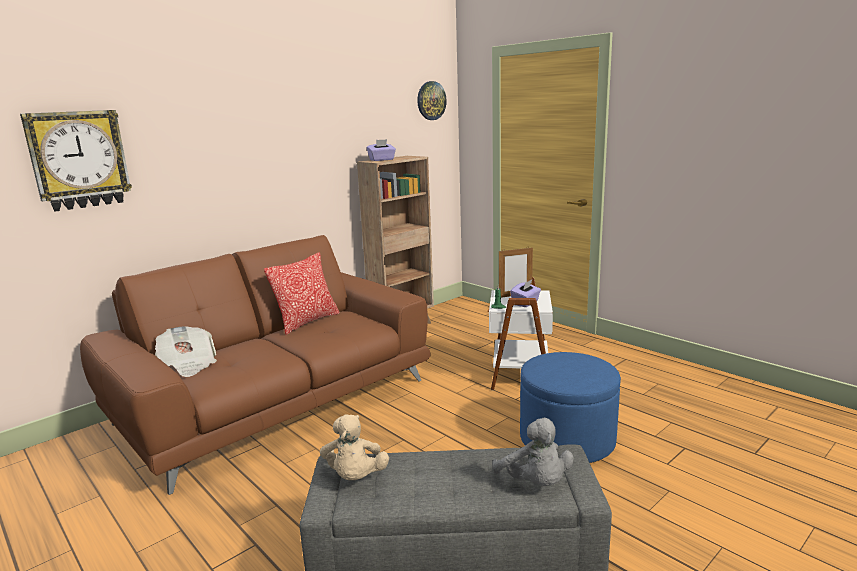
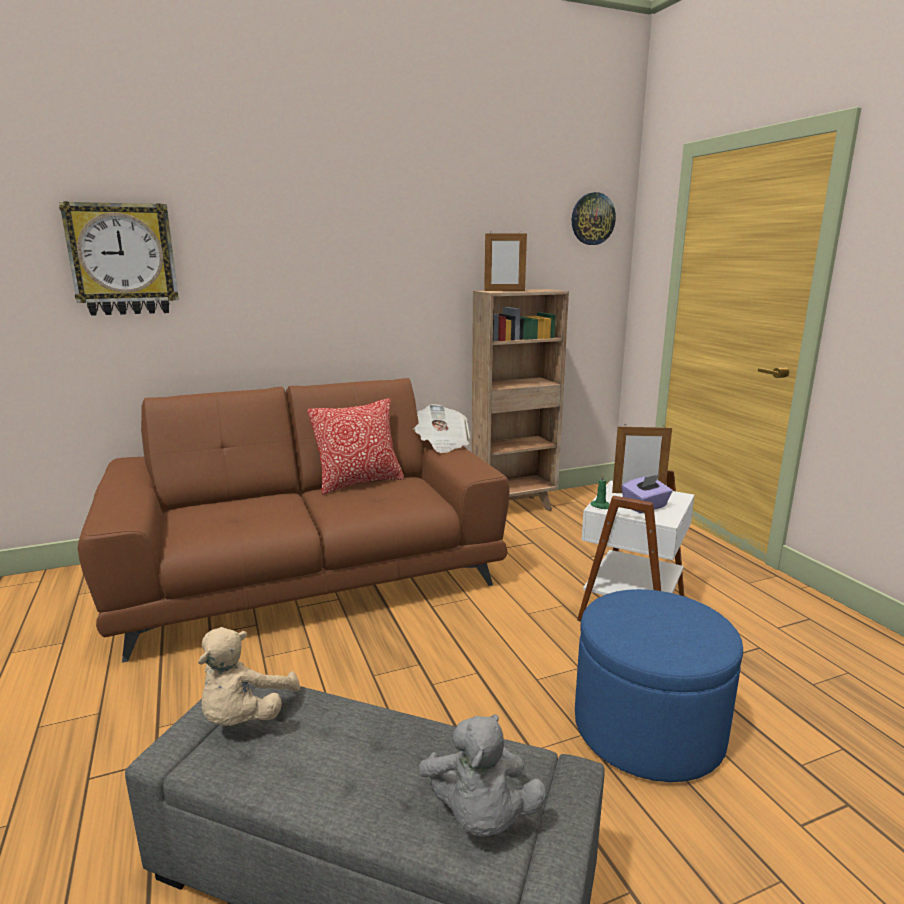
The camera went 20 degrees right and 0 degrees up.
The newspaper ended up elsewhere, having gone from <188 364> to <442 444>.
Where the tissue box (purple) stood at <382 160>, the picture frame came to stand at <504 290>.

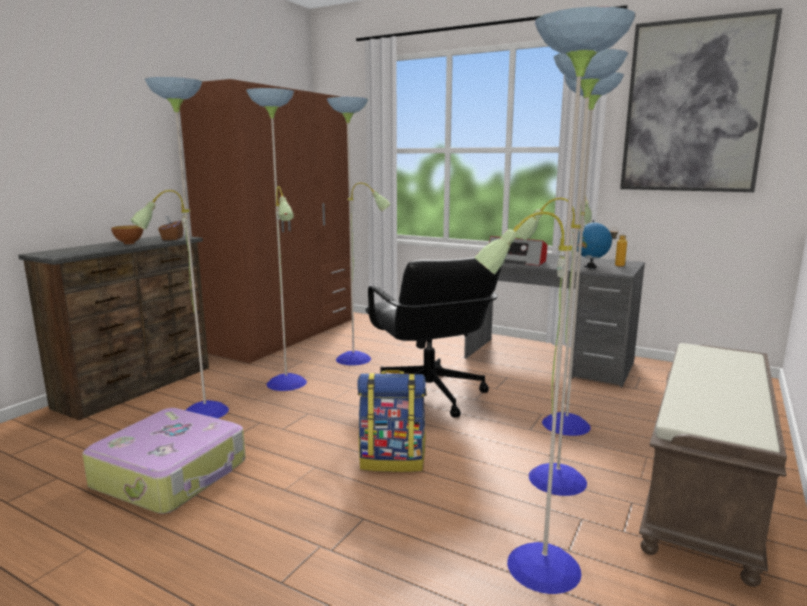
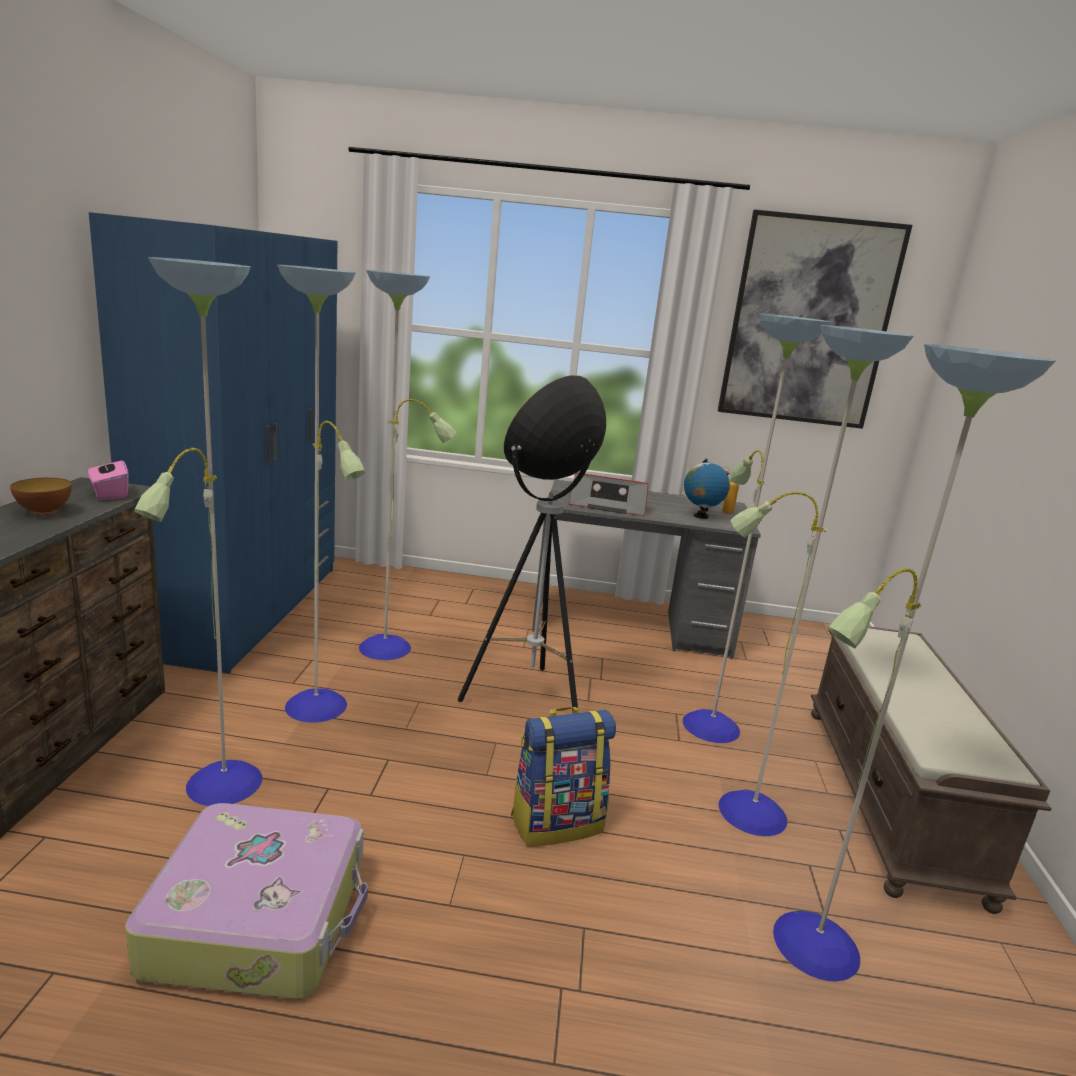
The camera went 25 degrees left and 5 degrees up.
What was the tissue box (brown) at <172 238> turned into the tissue box (pink) at <109 494>.
What was the wardrobe (brown) at <285 334> turned into the wardrobe (blue) at <247 608>.
Where the office chair (black) stood at <428 395>, the floor lamp came to stand at <528 702>.

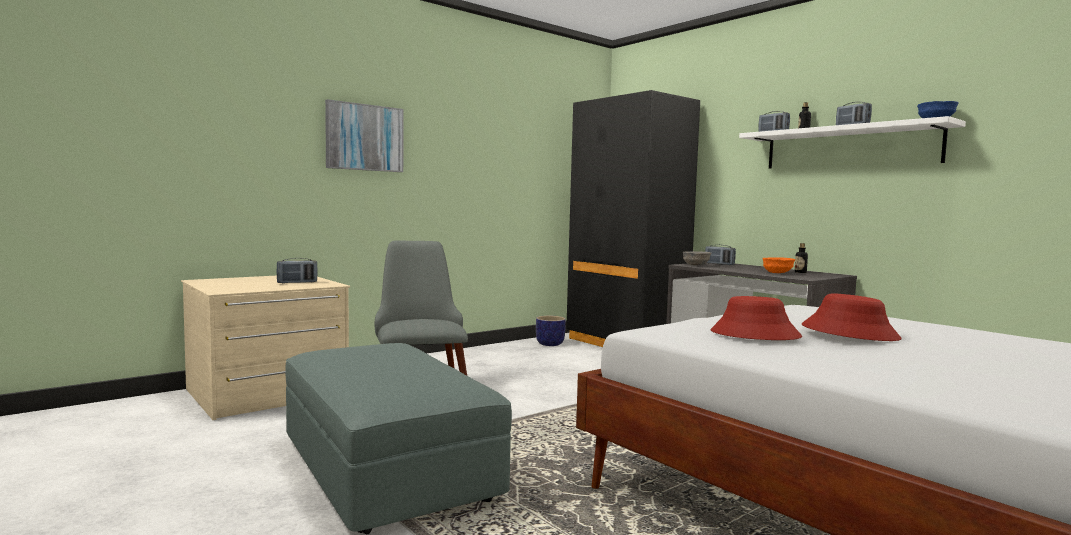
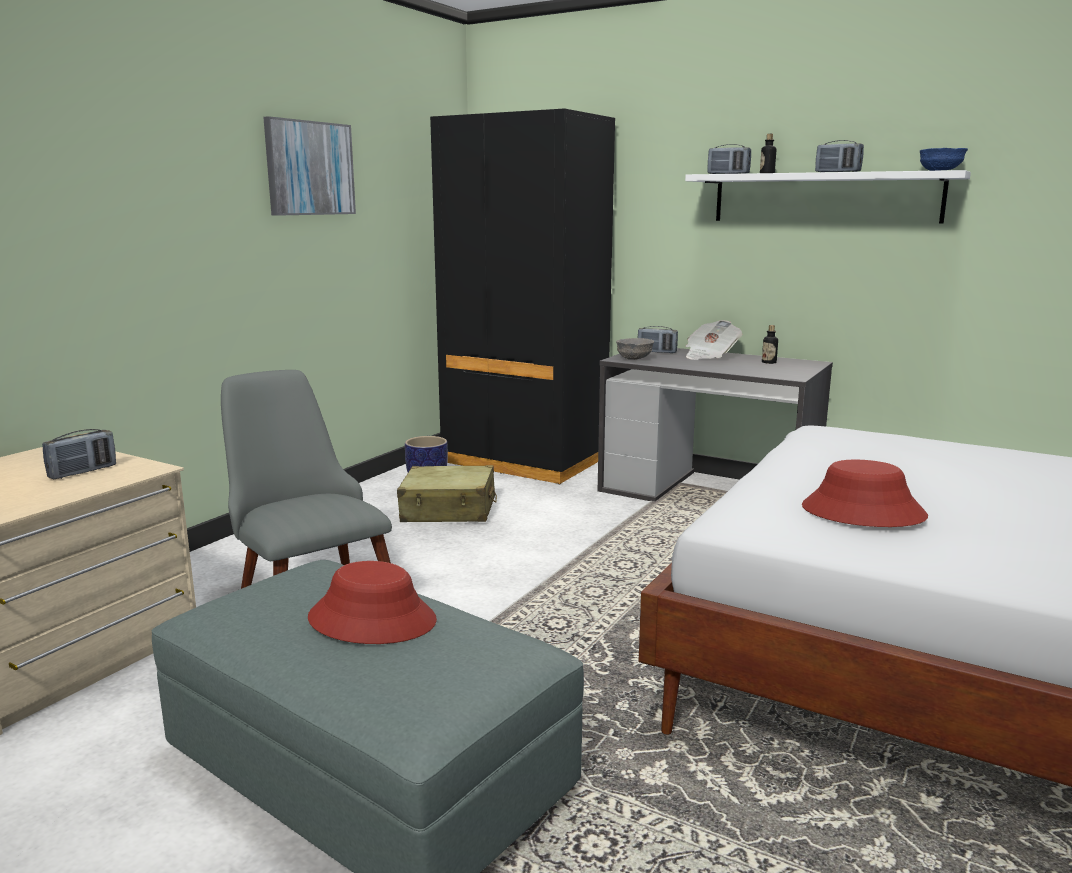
The camera went 20 degrees left and 10 degrees up.
The picture ended up elsewhere, having gone from <364 137> to <310 168>.
The hat (red) ended up elsewhere, having gone from <849 333> to <372 620>.
The second view gained the suitcase (beige) at <449 510>.
The second view gained the newspaper at <710 356>.
The second view lost the bowl (orange) at <778 273>.

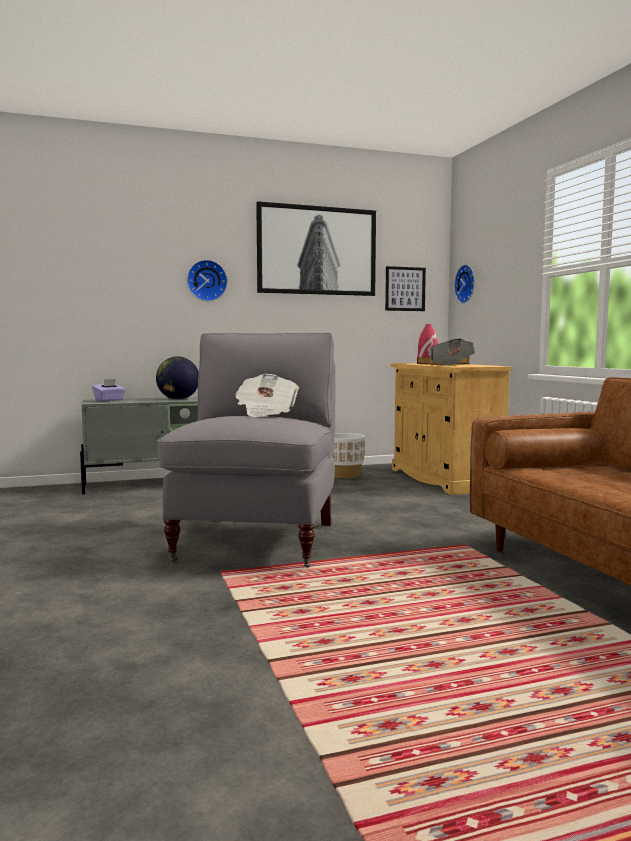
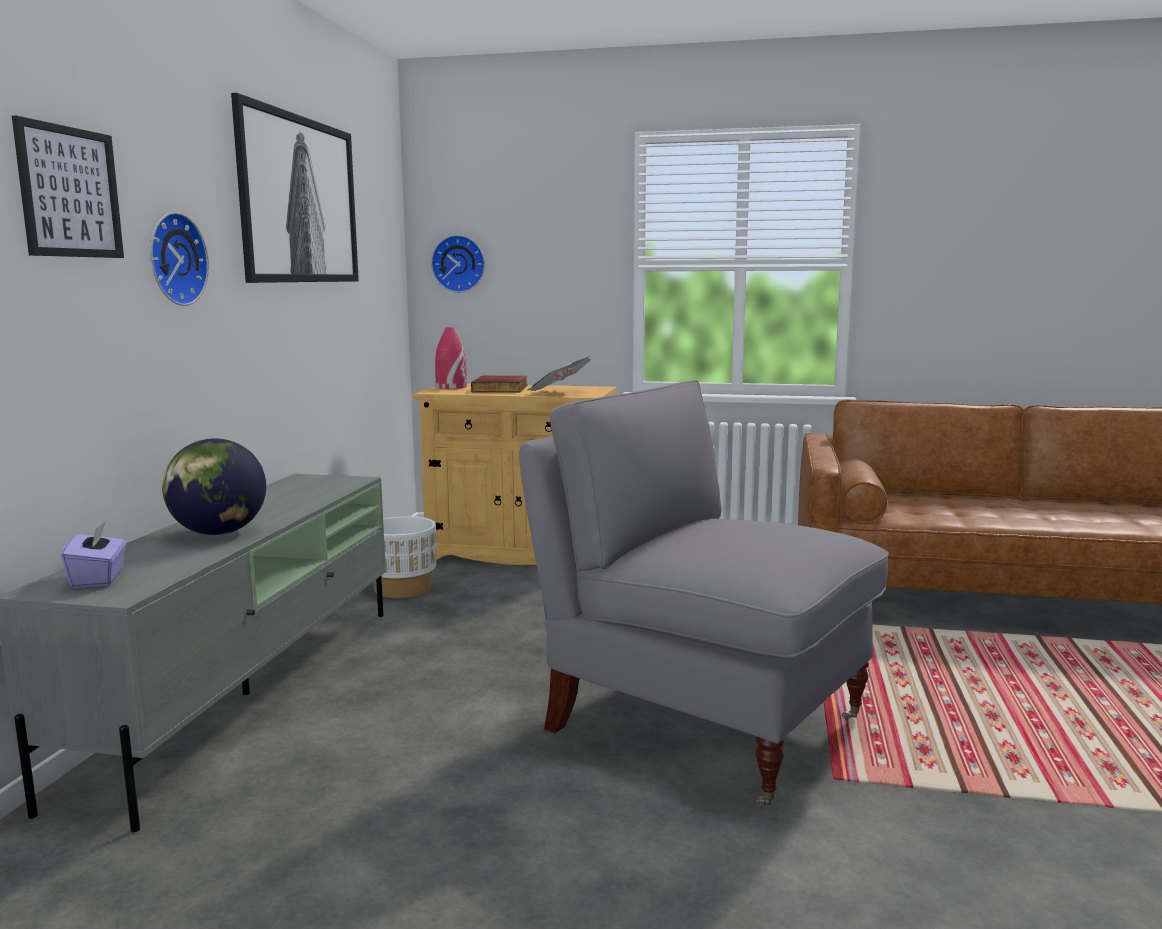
The camera went 60 degrees left and 5 degrees up.
The picture ended up elsewhere, having gone from <405 289> to <70 192>.
The second view lost the newspaper at <266 413>.

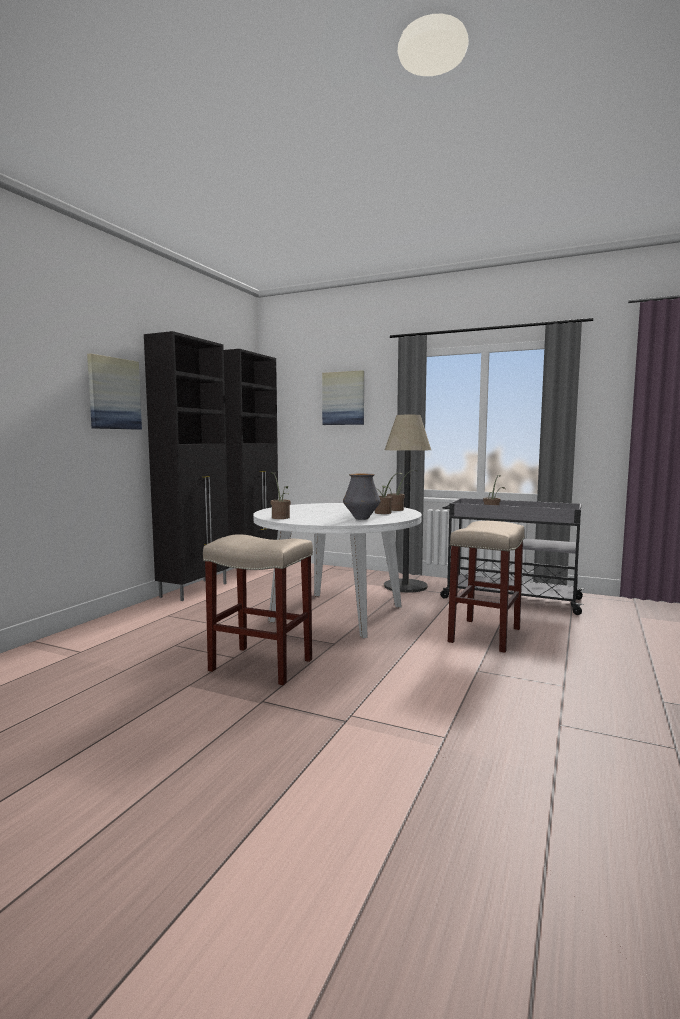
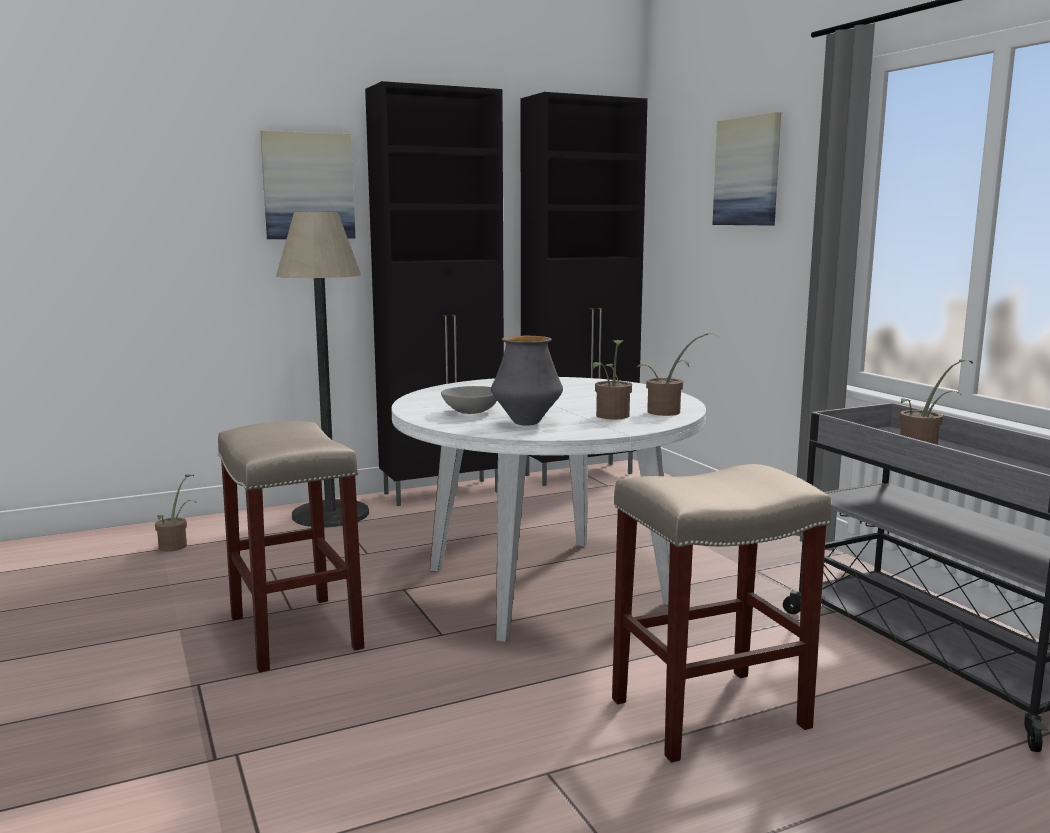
The camera went 40 degrees right and 5 degrees up.
The potted plant ended up elsewhere, having gone from <280 517> to <176 545>.
The floor lamp ended up elsewhere, having gone from <405 586> to <330 514>.
The second view gained the bowl (grey) at <471 412>.

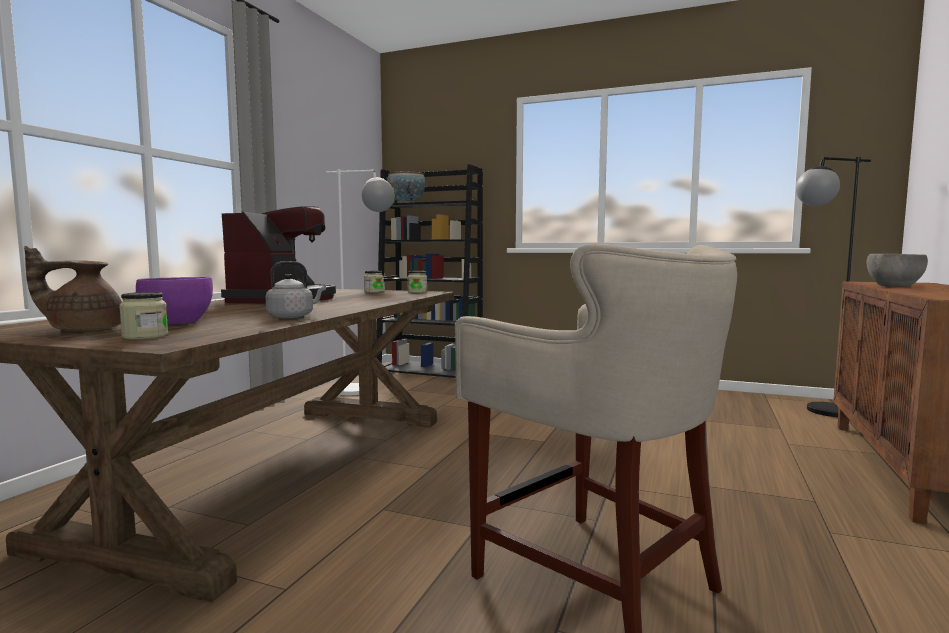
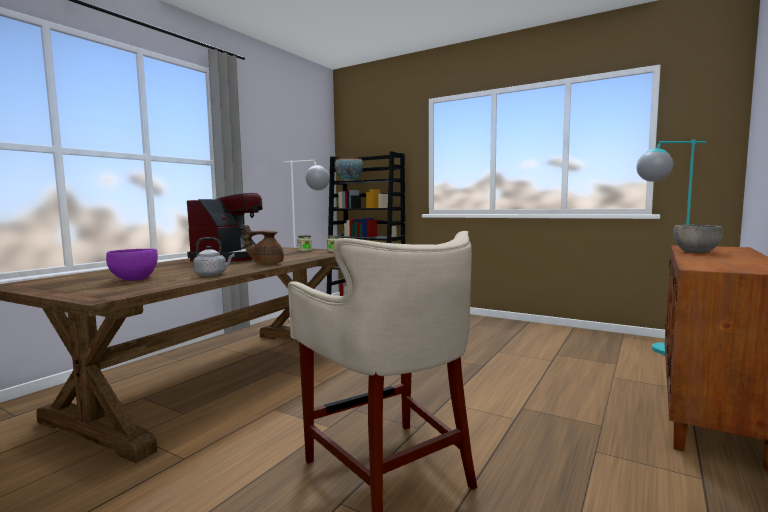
The camera went 10 degrees right and 0 degrees up.
The teapot (brown) ended up elsewhere, having gone from <84 330> to <266 264>.
What was the floor lamp (black) at <818 412> turned into the floor lamp (turquoise) at <660 352>.
The second view lost the jar at <145 336>.

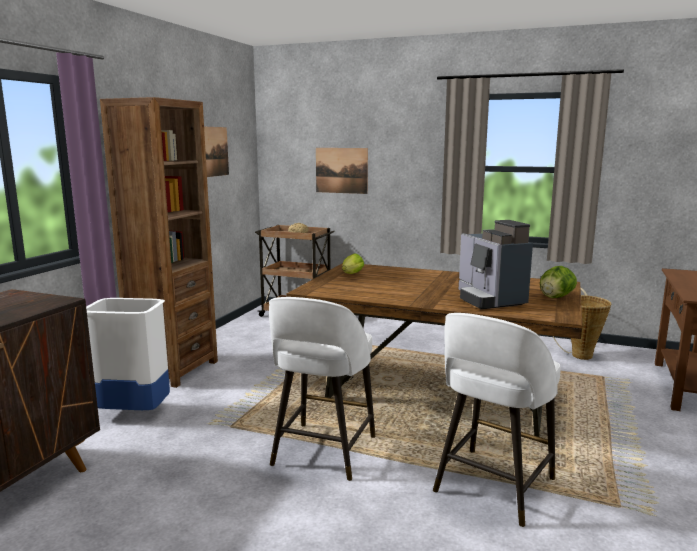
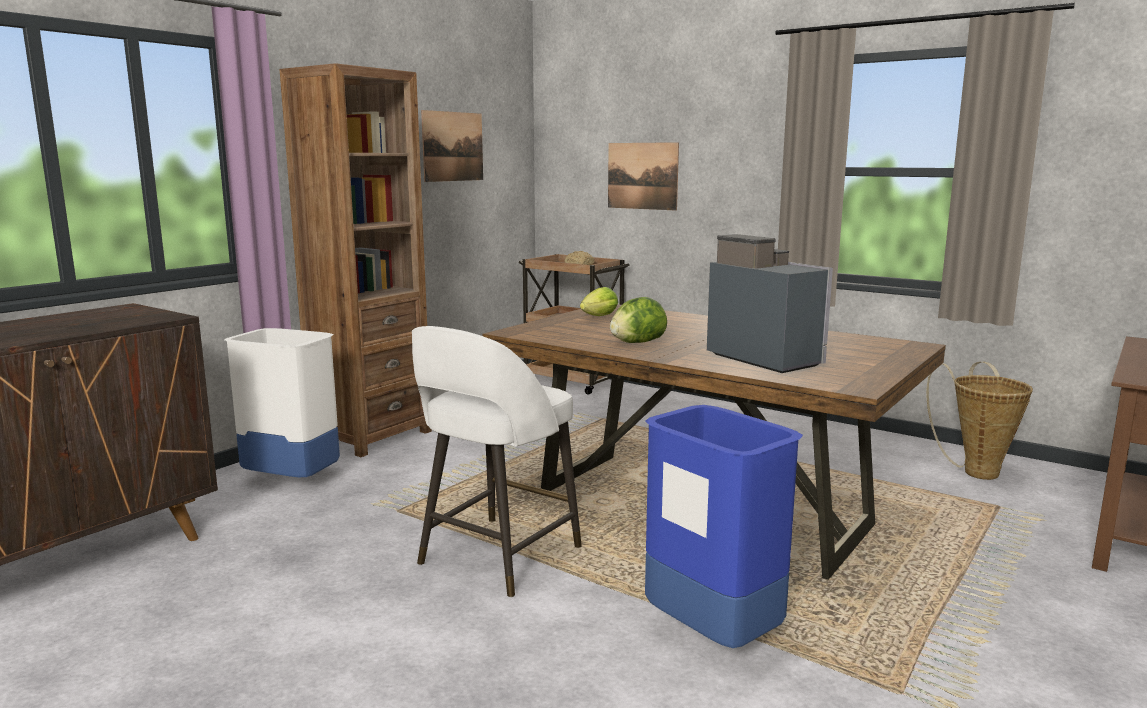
The camera went 15 degrees right and 0 degrees up.
The lettuce ended up elsewhere, having gone from <555 297> to <637 343>.
Where the stool (white) stood at <492 487>, the trash can (blue) came to stand at <711 635>.
The coffee machine at <489 300> ended up facing another way, 150 degrees clockwise from before.

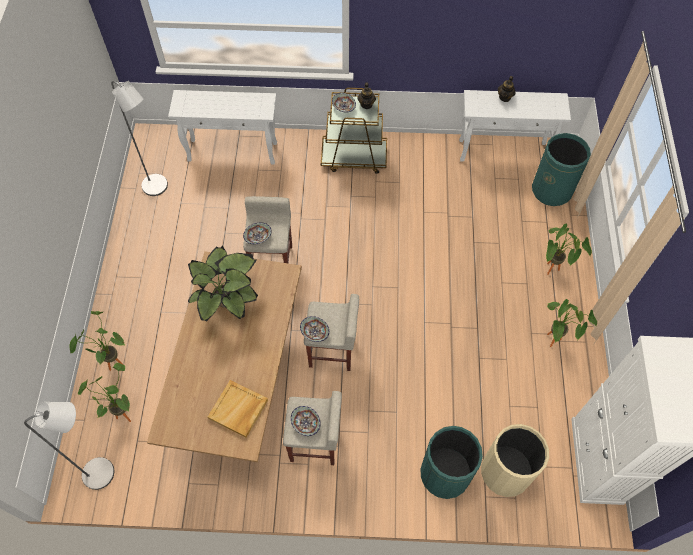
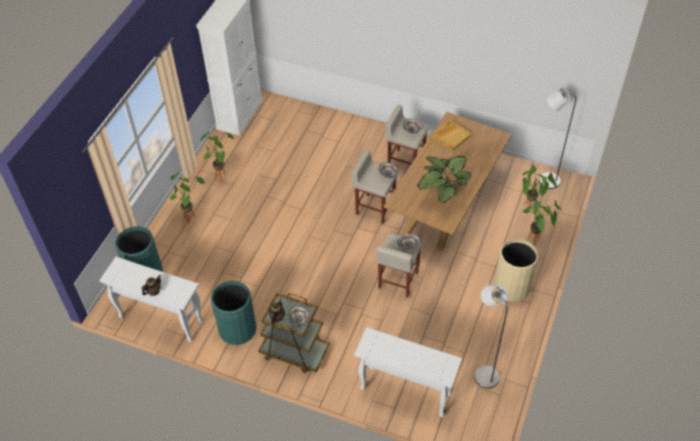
The camera went 160 degrees left and 10 degrees down.
The trash can (green) ended up elsewhere, having gone from <444 474> to <237 329>.
The trash can (beige) ended up elsewhere, having gone from <505 472> to <511 287>.

